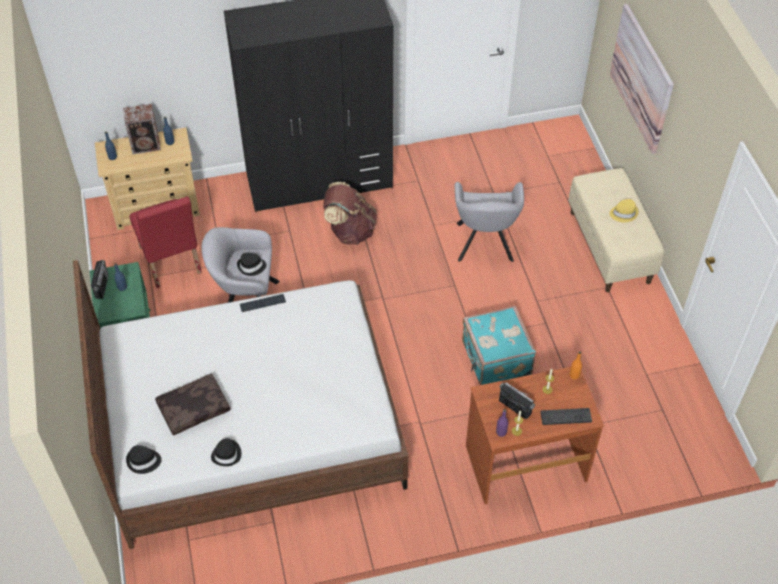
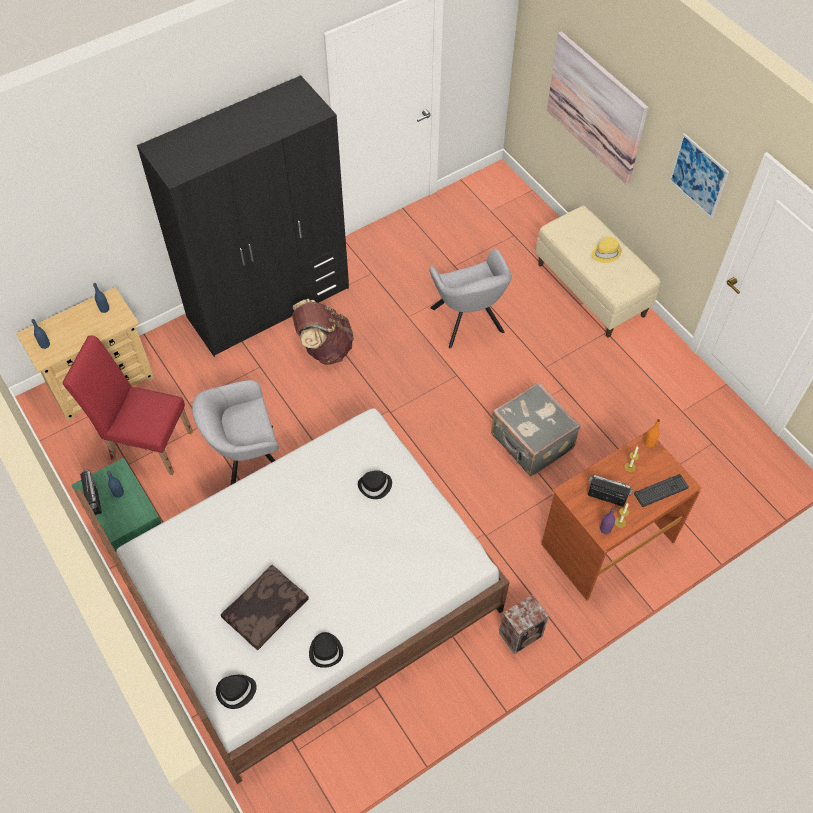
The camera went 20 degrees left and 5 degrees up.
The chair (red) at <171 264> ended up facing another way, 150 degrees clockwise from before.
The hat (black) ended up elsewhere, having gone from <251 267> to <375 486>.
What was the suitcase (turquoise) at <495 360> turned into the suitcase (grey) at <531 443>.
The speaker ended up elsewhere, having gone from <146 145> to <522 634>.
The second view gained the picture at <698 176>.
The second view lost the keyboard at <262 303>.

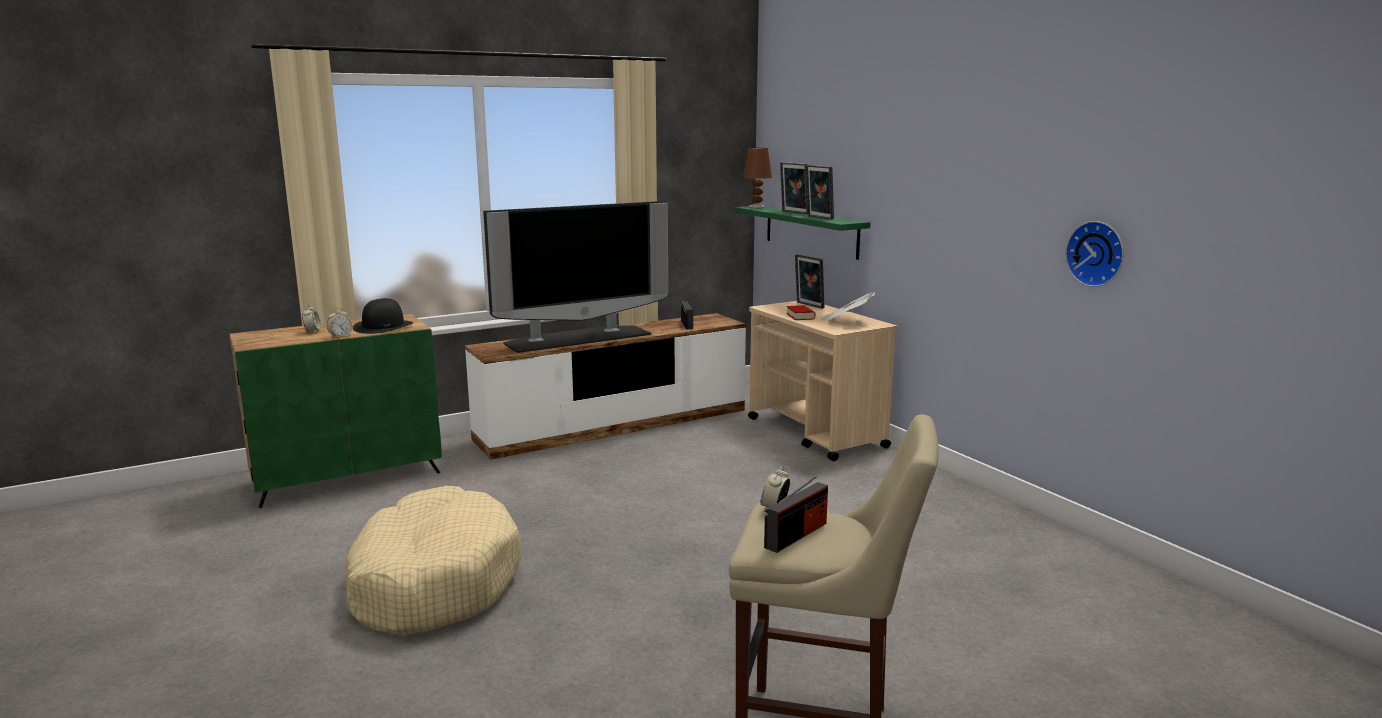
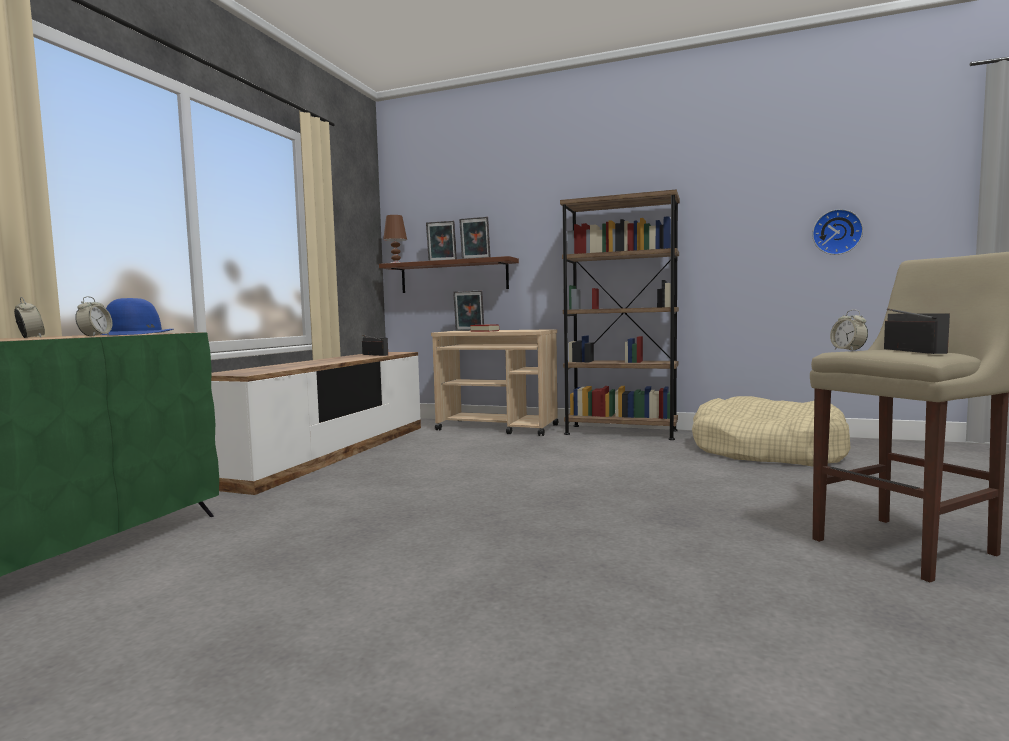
The camera went 40 degrees left and 10 degrees down.
What was the hat (black) at <383 326> turned into the hat (blue) at <133 334>.
What was the shelf (green) at <811 231> turned into the shelf (brown) at <453 276>.
The second view gained the bookcase (brown) at <621 432>.
The dog bed (beige) ended up elsewhere, having gone from <433 582> to <766 451>.
The wall clock ended up elsewhere, having gone from <1097 253> to <836 232>.
The second view lost the television at <577 338>.
The second view lost the newspaper at <845 321>.

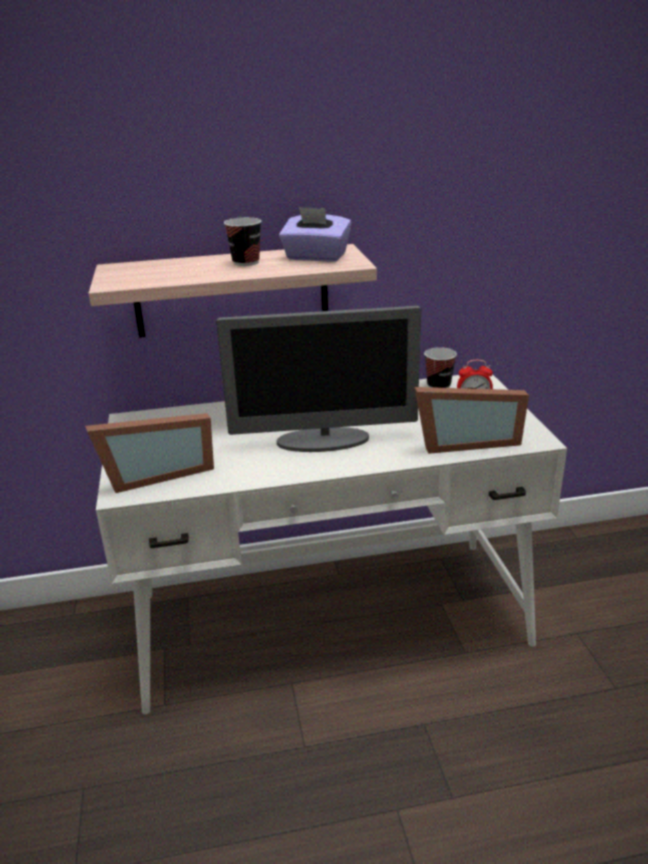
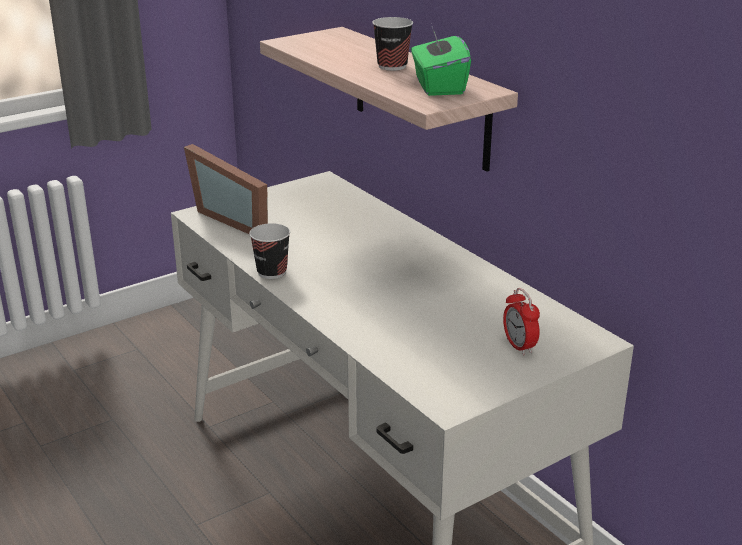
The camera went 65 degrees right and 0 degrees up.
The cup ended up elsewhere, having gone from <438 386> to <272 272>.
What was the tissue box (purple) at <316 257> turned into the tissue box (green) at <438 86>.
The second view lost the monitor at <323 441>.
The second view lost the picture frame at <465 442>.

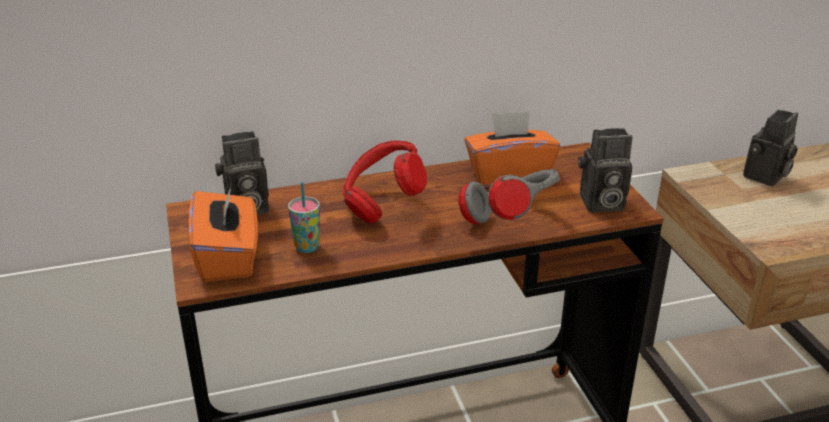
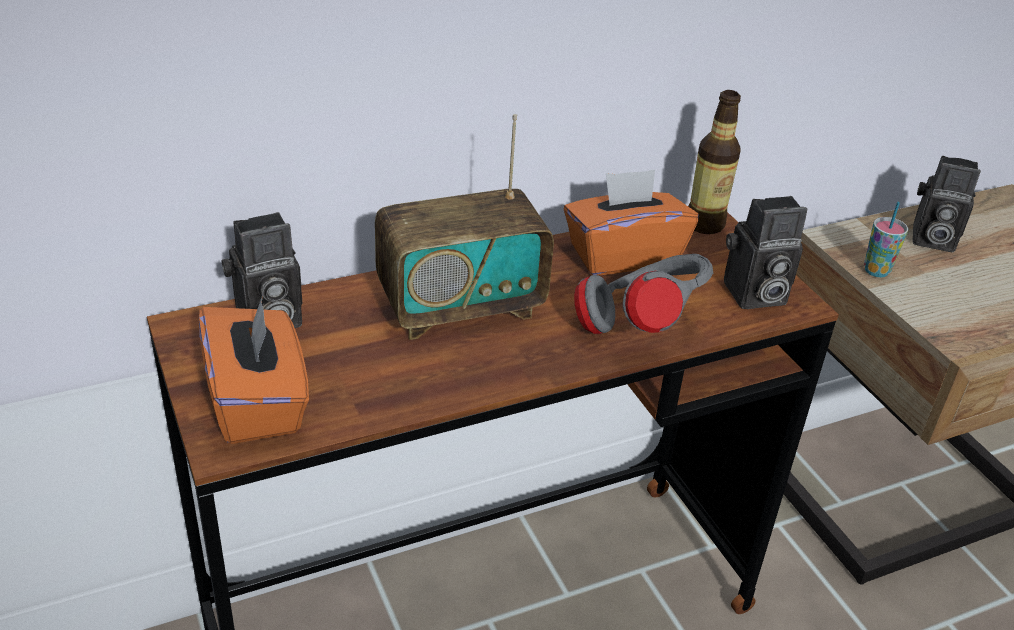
The camera went 10 degrees left and 5 degrees up.
Where the headphones (red) stood at <382 205>, the radio came to stand at <460 307>.
The second view gained the bottle at <705 224>.
The cup ended up elsewhere, having gone from <307 247> to <876 271>.
The photo camera at <765 177> ended up facing another way, 75 degrees clockwise from before.

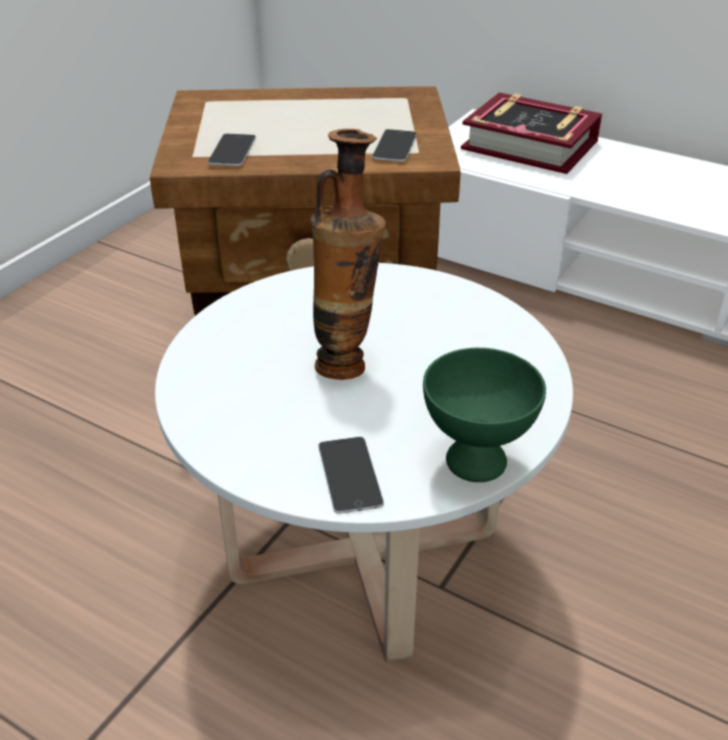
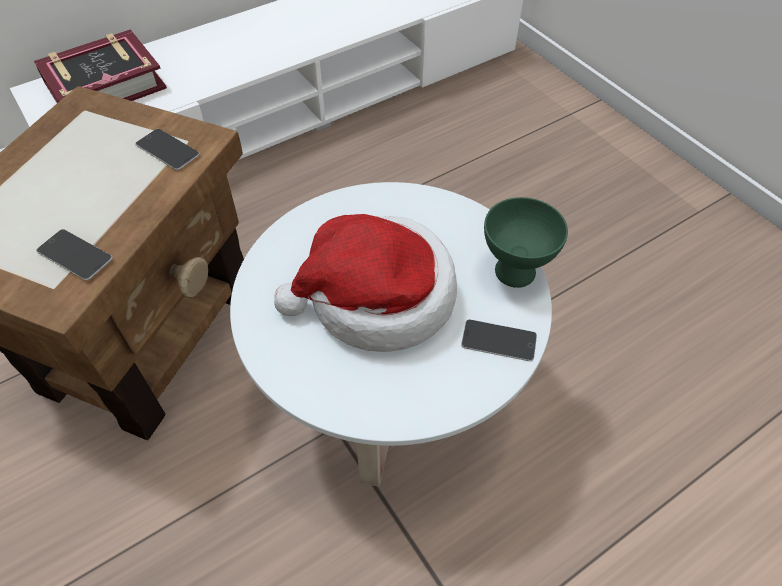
The camera went 65 degrees left and 15 degrees up.
Where the vase stood at <346 361>, the hat came to stand at <377 298>.

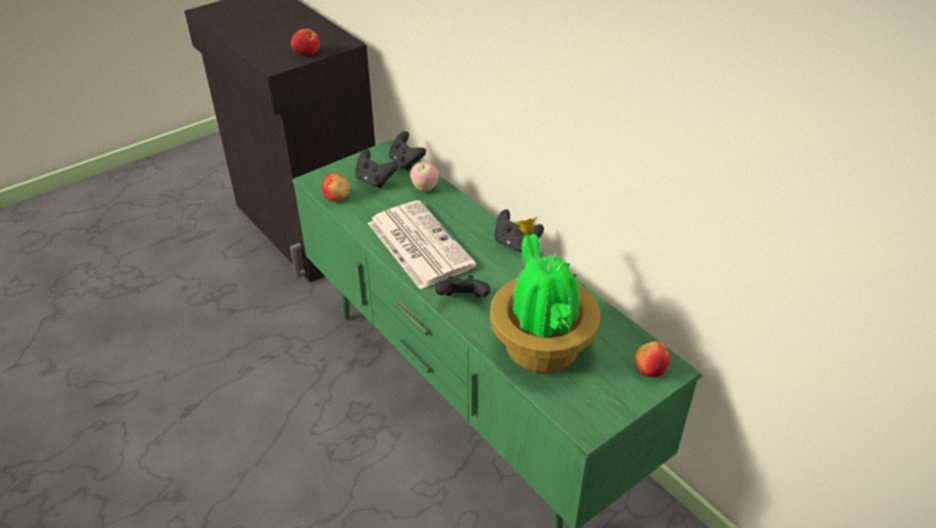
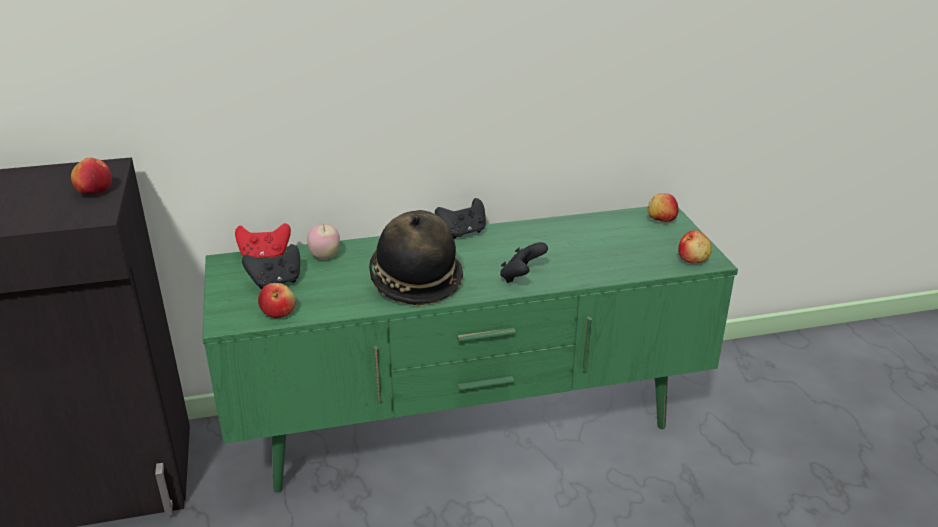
The camera went 65 degrees left and 10 degrees down.
What was the game controller (black) at <406 162> turned into the game controller (red) at <265 256>.
Where the newspaper stood at <418 244>, the hat came to stand at <415 281>.
The second view gained the apple at <693 259>.
The second view lost the potted plant at <540 344>.

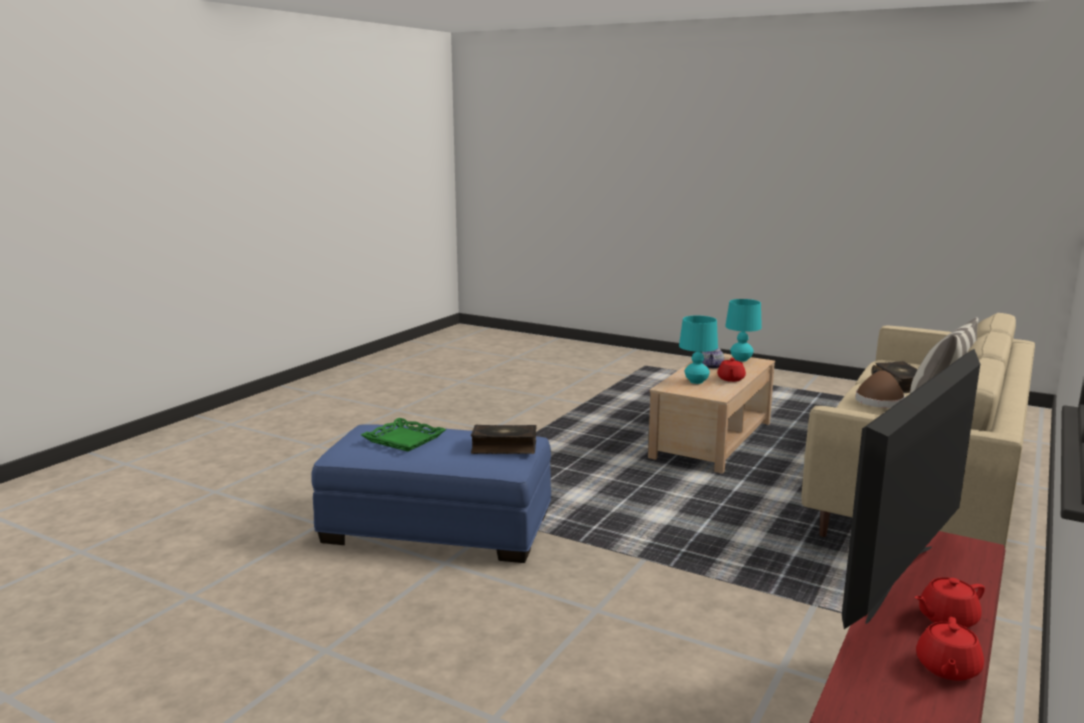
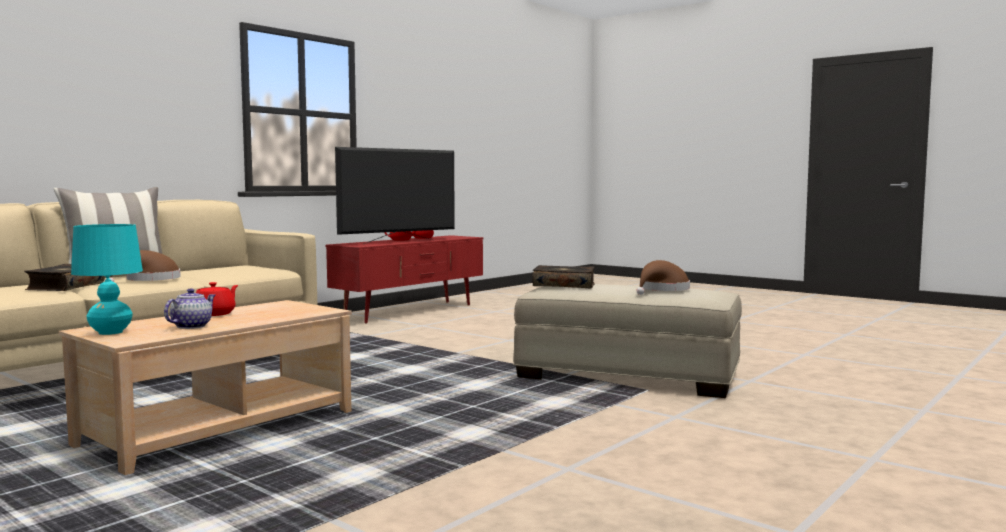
The camera went 170 degrees left and 10 degrees down.
What was the ottoman (blue) at <438 526> turned into the ottoman (beige) at <628 374>.
Where the tray (green) stood at <403 440>, the hat (brown) came to stand at <662 290>.
The second view lost the table lamp (turquoise) at <696 381>.

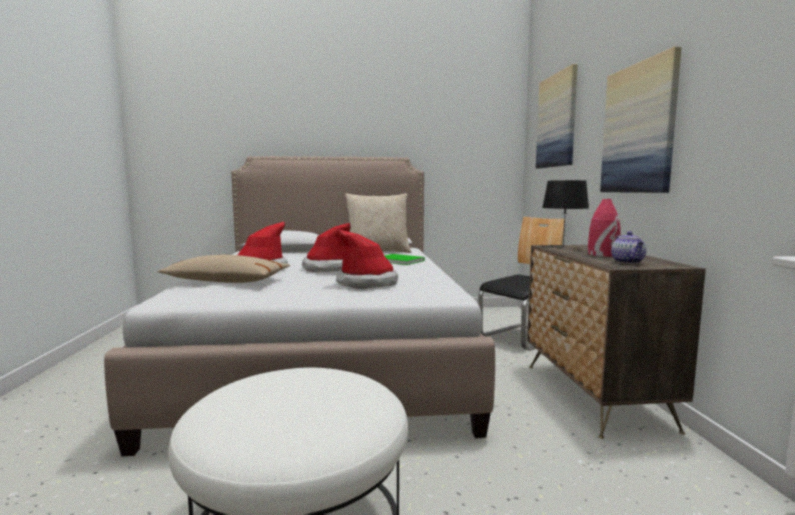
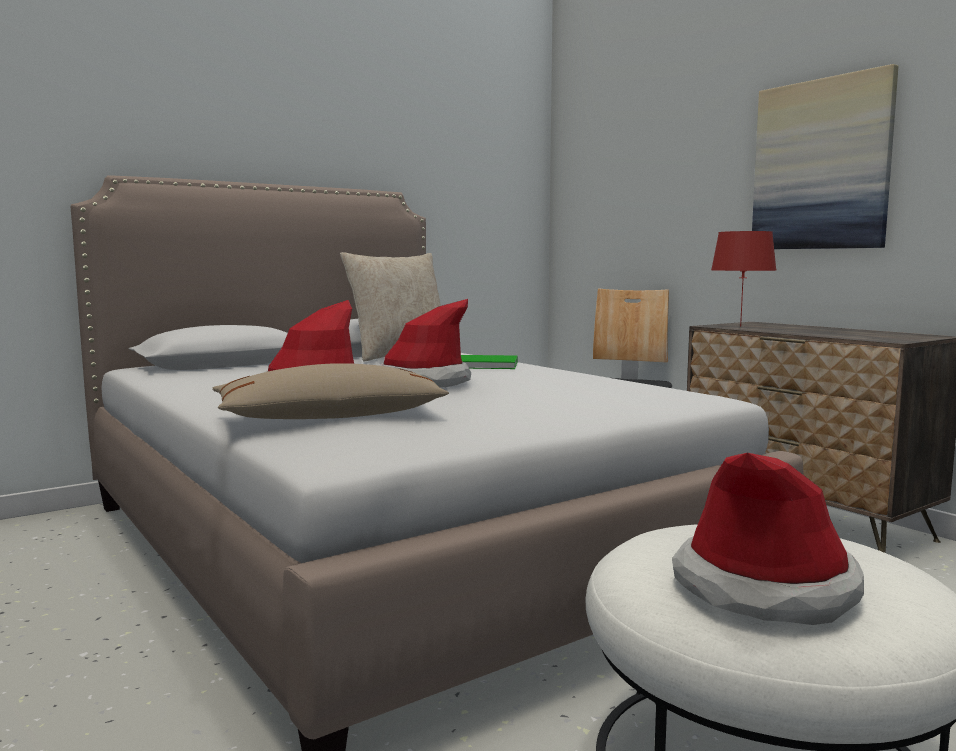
The camera went 30 degrees left and 0 degrees up.
The hat ended up elsewhere, having gone from <367 283> to <764 588>.
What was the table lamp (black) at <562 248> turned into the table lamp (red) at <740 326>.
The second view lost the picture at <557 121>.
The second view lost the vase (red) at <602 254>.
The second view lost the teapot at <628 262>.

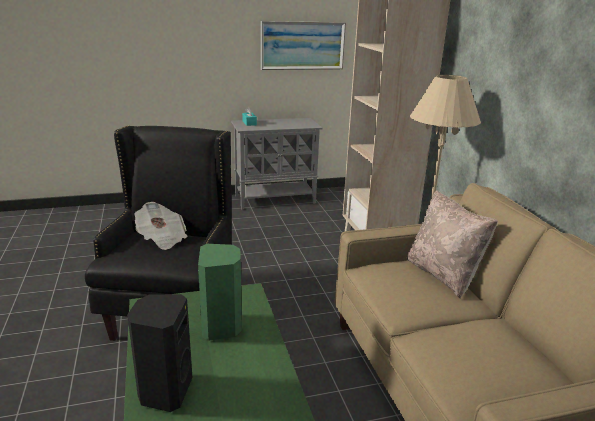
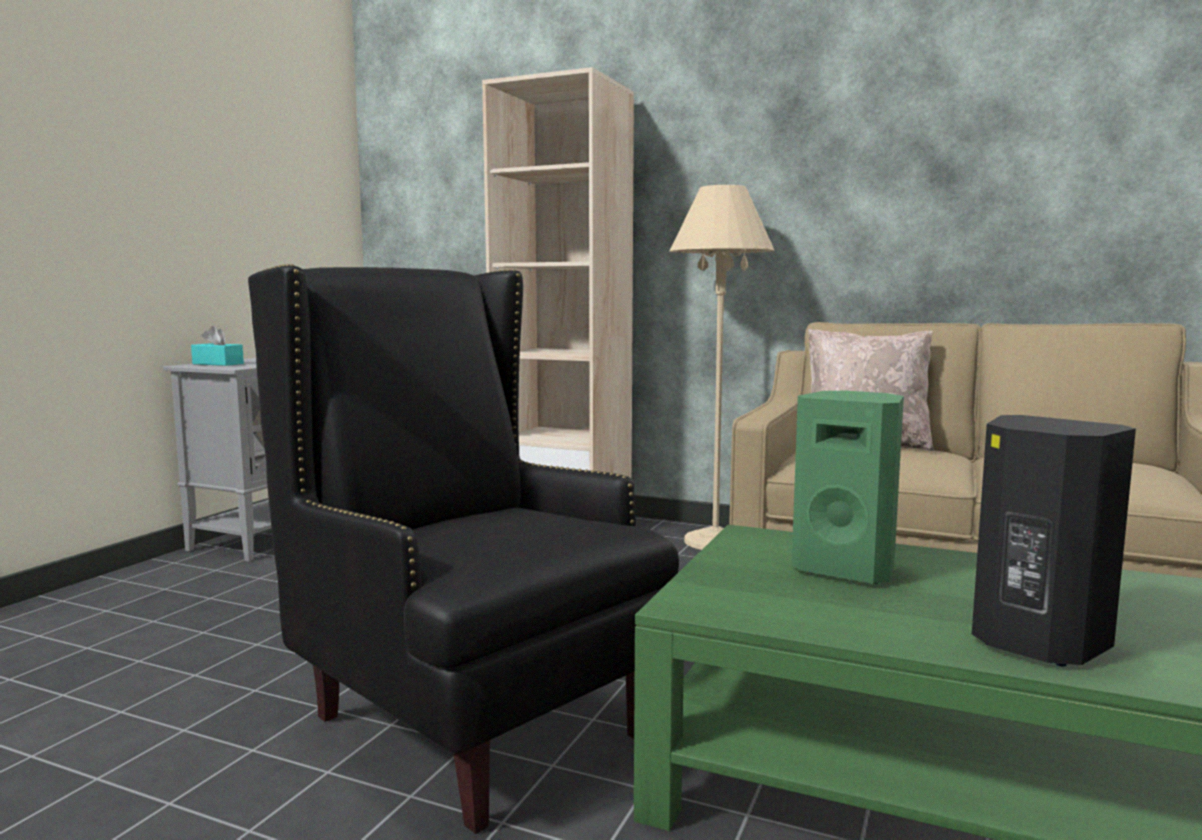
The camera went 50 degrees left and 15 degrees down.
The second view lost the newspaper at <162 238>.
The second view lost the picture at <302 45>.

